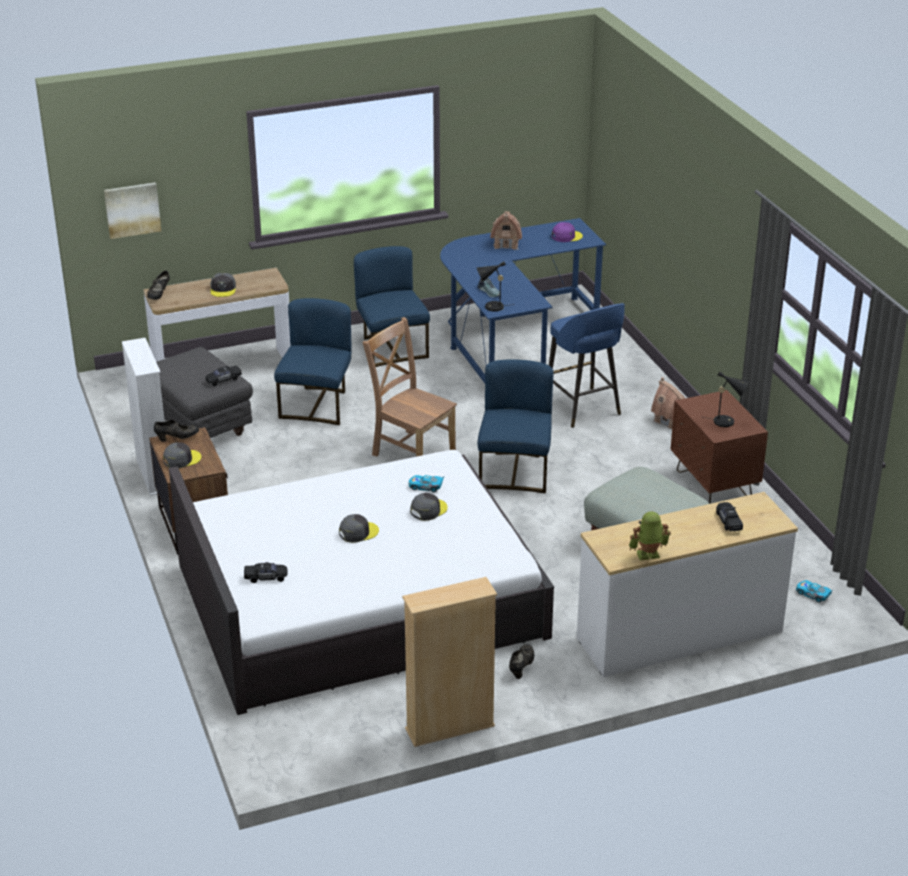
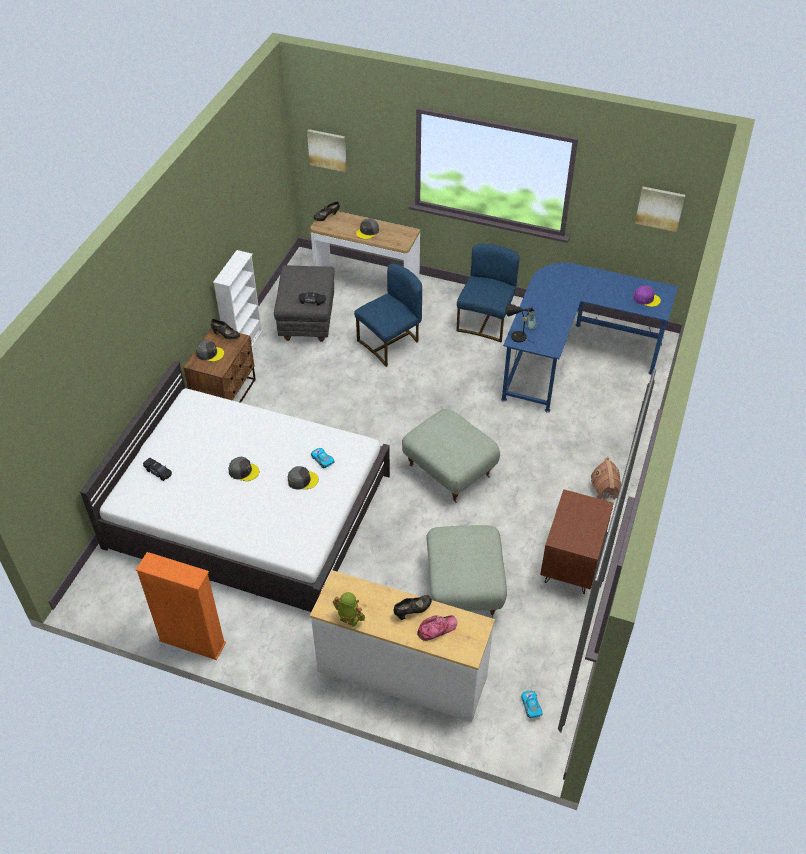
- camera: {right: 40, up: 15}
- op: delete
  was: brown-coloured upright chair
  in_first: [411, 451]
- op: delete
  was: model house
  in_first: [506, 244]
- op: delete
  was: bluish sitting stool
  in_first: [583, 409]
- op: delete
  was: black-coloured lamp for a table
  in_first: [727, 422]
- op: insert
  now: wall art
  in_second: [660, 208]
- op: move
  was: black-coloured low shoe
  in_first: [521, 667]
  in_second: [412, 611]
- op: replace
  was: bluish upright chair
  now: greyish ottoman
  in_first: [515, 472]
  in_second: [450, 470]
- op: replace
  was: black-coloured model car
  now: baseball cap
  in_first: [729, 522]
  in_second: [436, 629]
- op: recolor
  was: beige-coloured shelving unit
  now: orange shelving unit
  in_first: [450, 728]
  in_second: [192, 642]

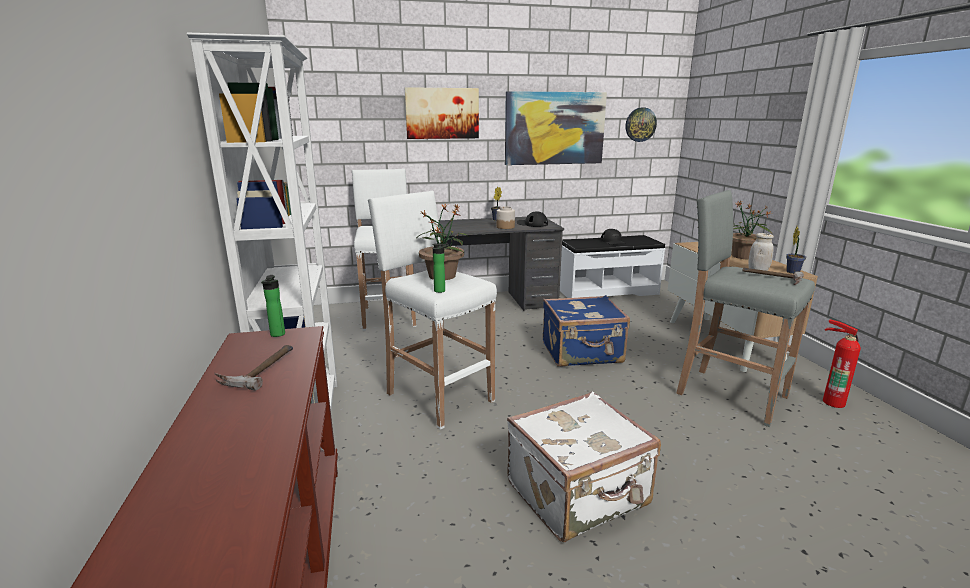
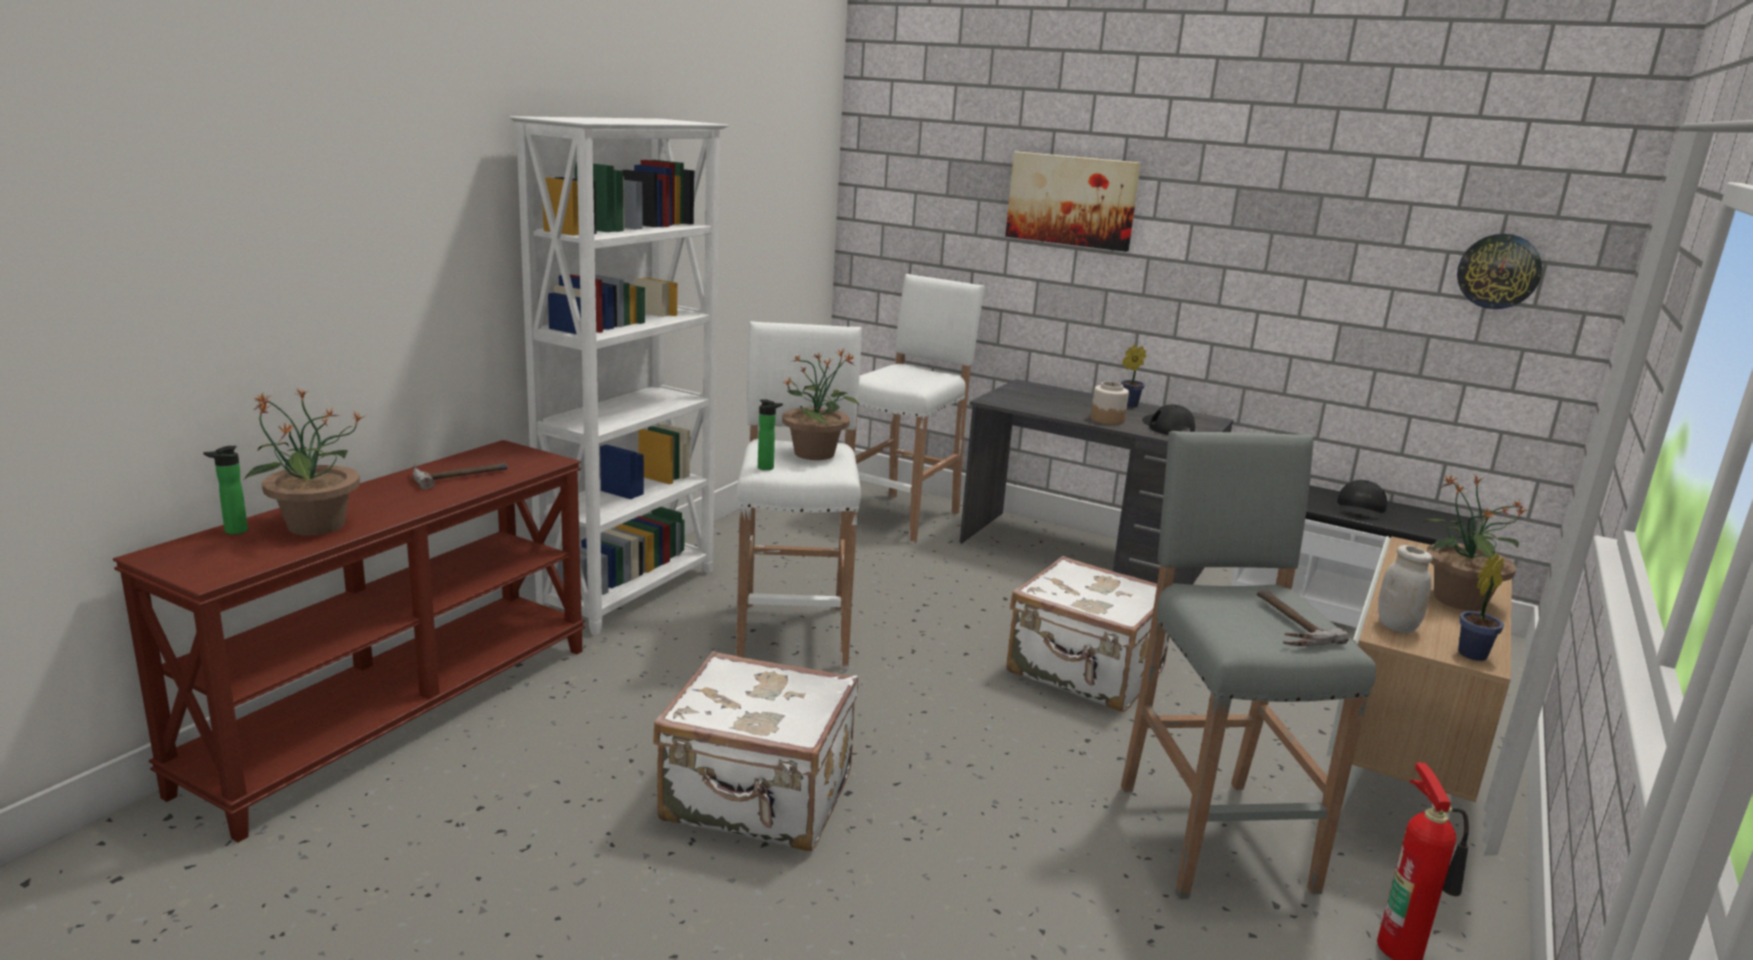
- camera: {right: 40, up: 0}
- op: delete
  was: wall art
  in_first: [554, 128]
- op: insert
  now: plant in a pot
  in_second: [314, 526]
- op: move
  was: beverage bottle
  in_first: [277, 335]
  in_second: [232, 532]
- op: recolor
  was: bluish suitcase
  now: white suitcase
  in_first: [582, 353]
  in_second: [1085, 673]

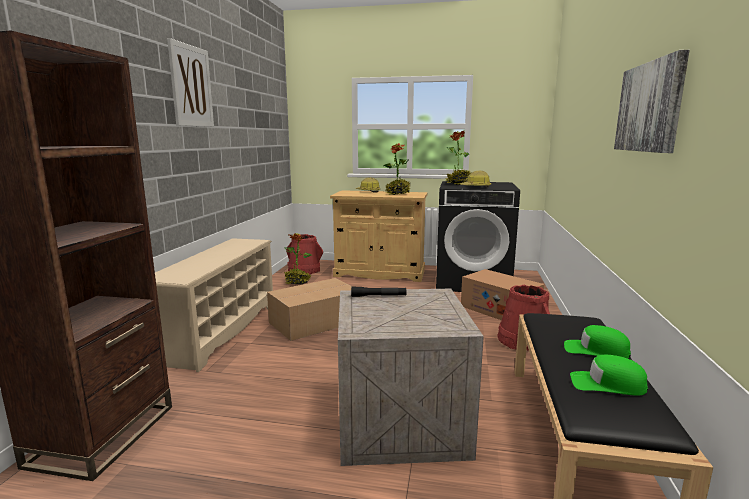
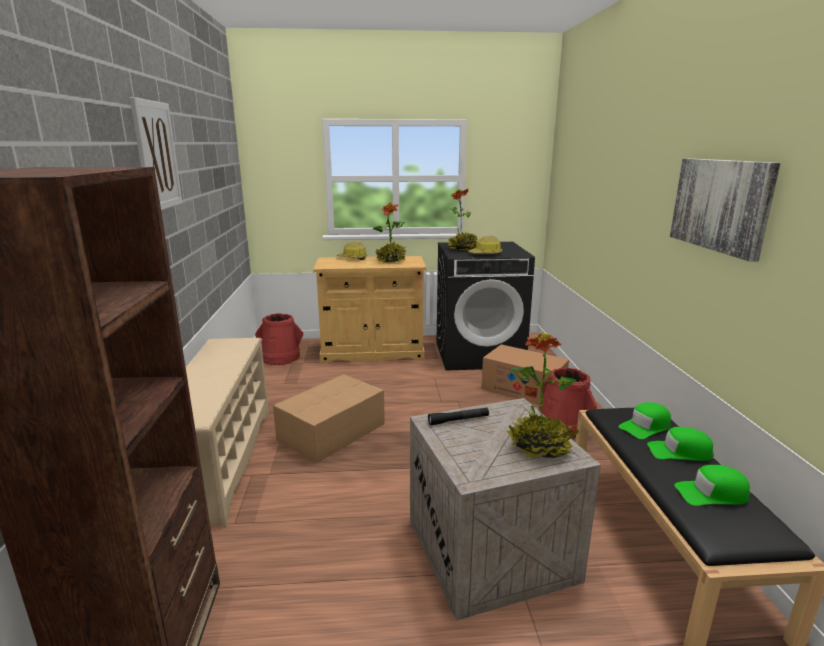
- camera: {right: -15, up: 5}
- op: insert
  now: green baseball cap
  in_second: [645, 427]
- op: move
  was: plant in a pot
  in_first: [297, 282]
  in_second: [540, 447]

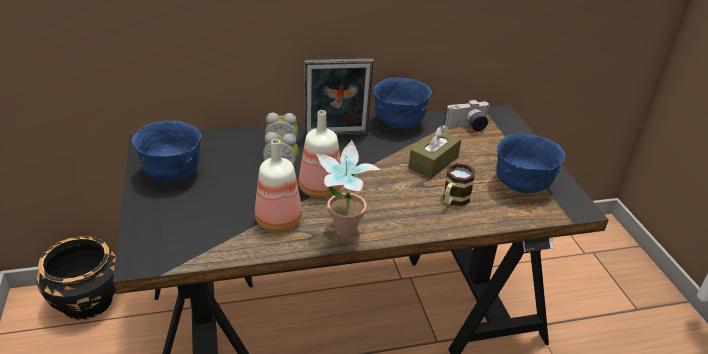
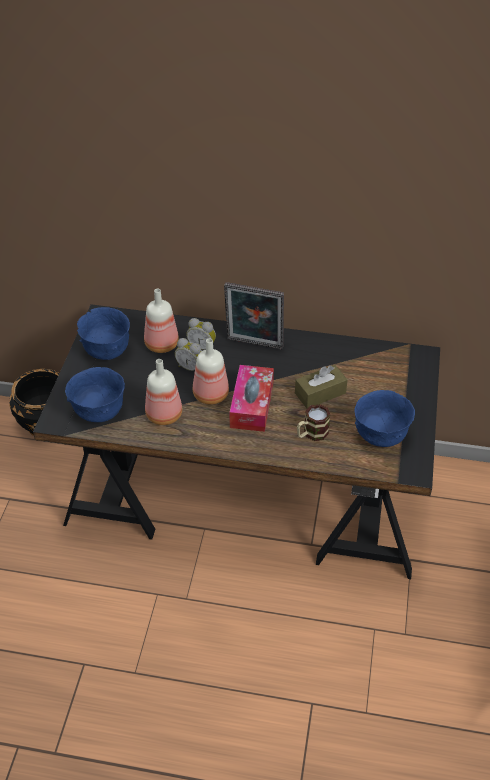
- camera: {right: 25, up: 10}
- op: delete
  was: plant in a pot
  in_first: [343, 236]
- op: delete
  was: photo camera
  in_first: [467, 127]
- op: insert
  now: beverage bottle
  in_second: [160, 344]
- op: insert
  now: tissue holder
  in_second: [252, 405]
- op: move
  was: bluish serving bowl
  in_first: [399, 123]
  in_second: [99, 412]

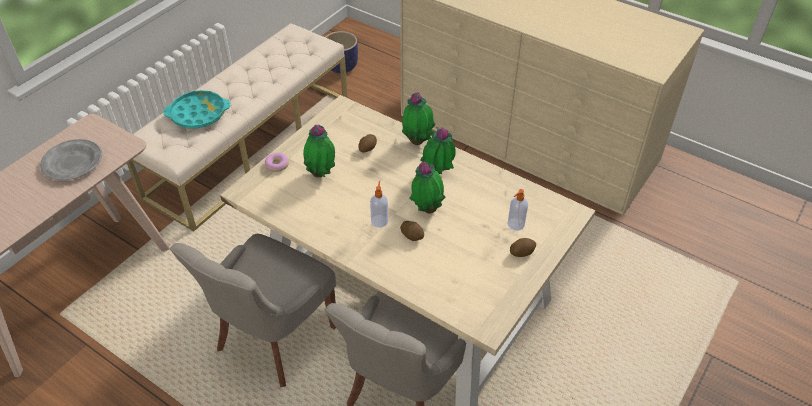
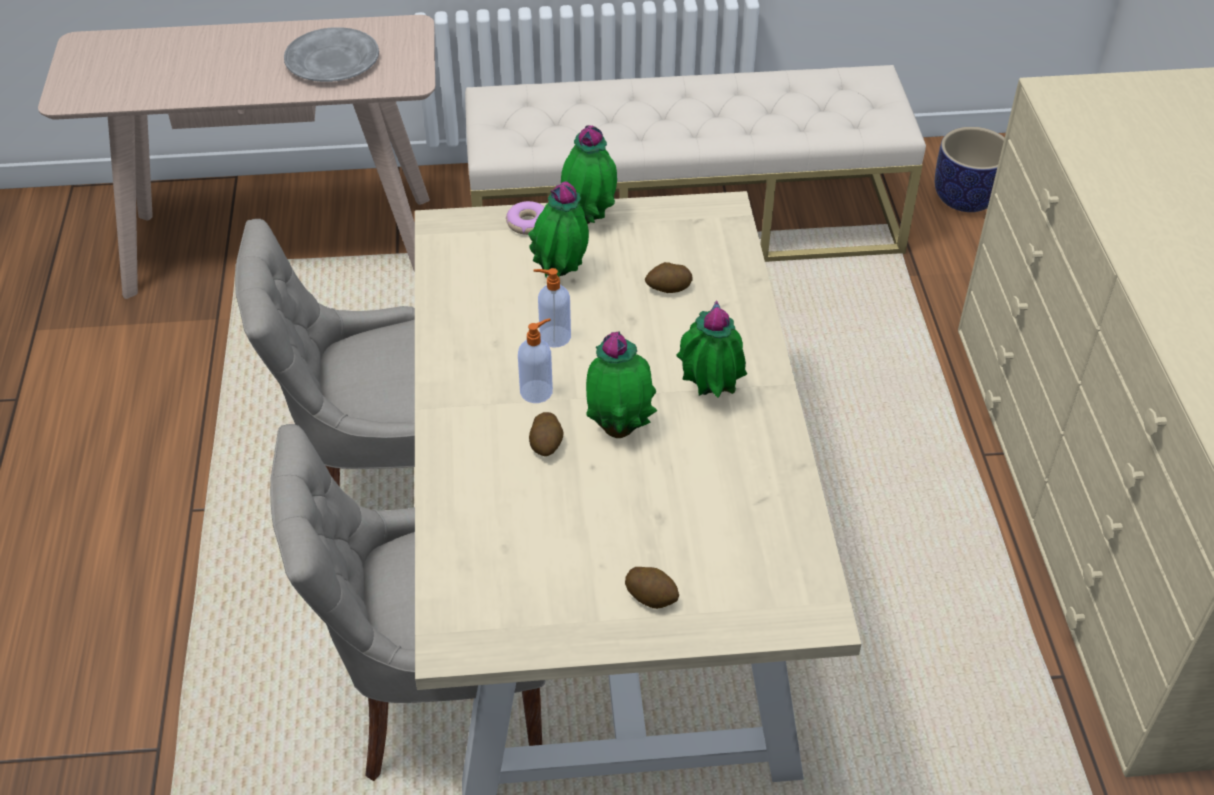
- camera: {right: 50, up: 0}
- op: delete
  was: blue-green tray
  in_first: [198, 114]
- op: move
  was: plant in a pot
  in_first: [418, 141]
  in_second: [589, 219]
- op: move
  was: soap bottle
  in_first: [515, 224]
  in_second: [553, 336]

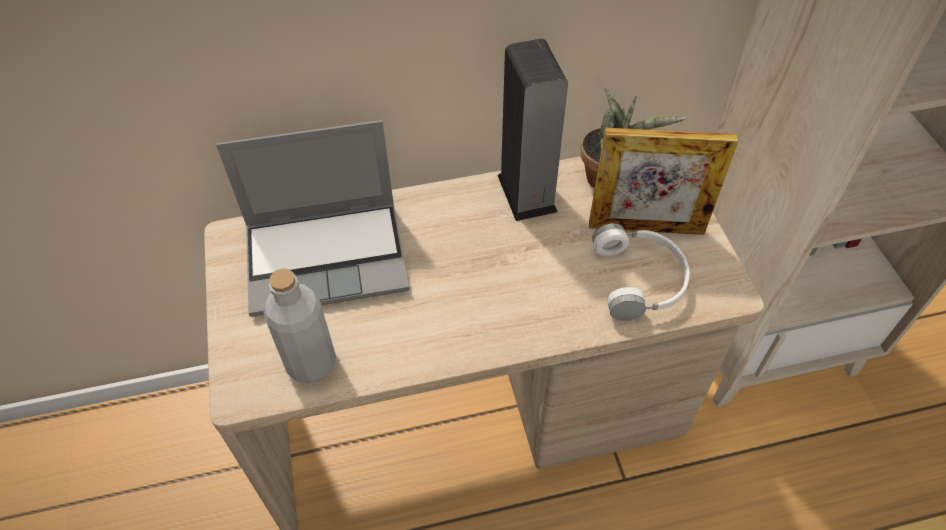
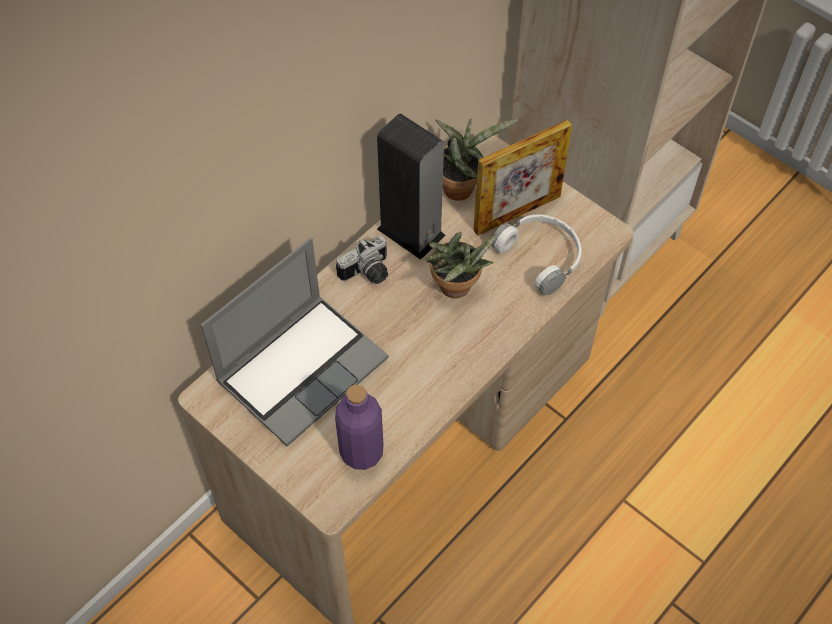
- camera: {right: -35, up: 5}
- op: insert
  now: photo camera
  in_second: [368, 274]
- op: insert
  now: plant in a pot
  in_second: [456, 290]
- op: recolor
  was: greyish beverage bottle
  now: purple beverage bottle
  in_first: [311, 363]
  in_second: [361, 452]

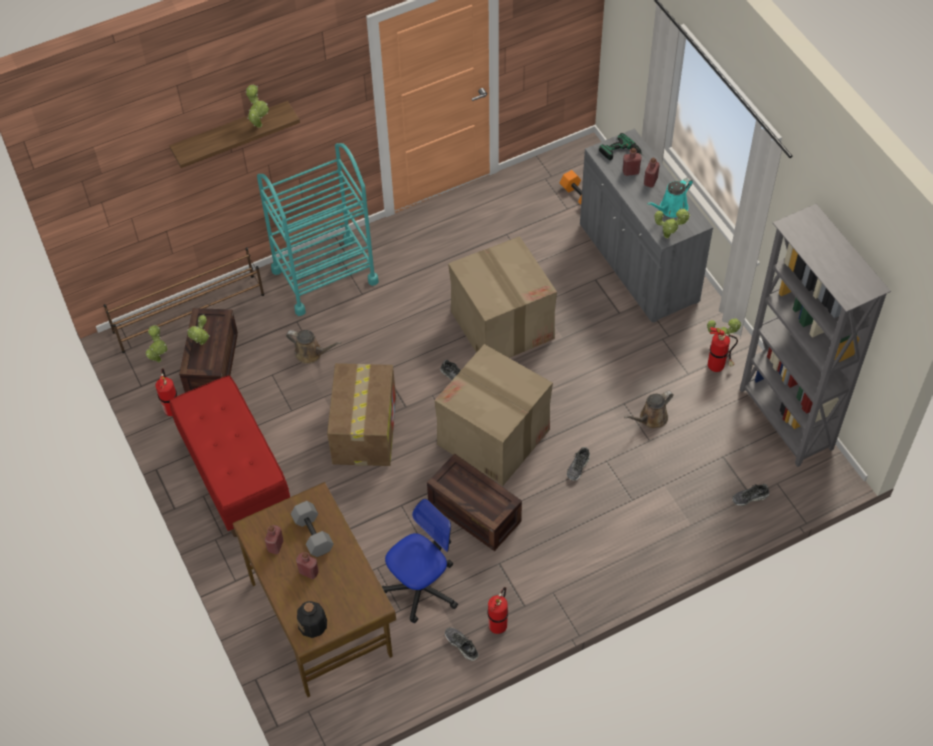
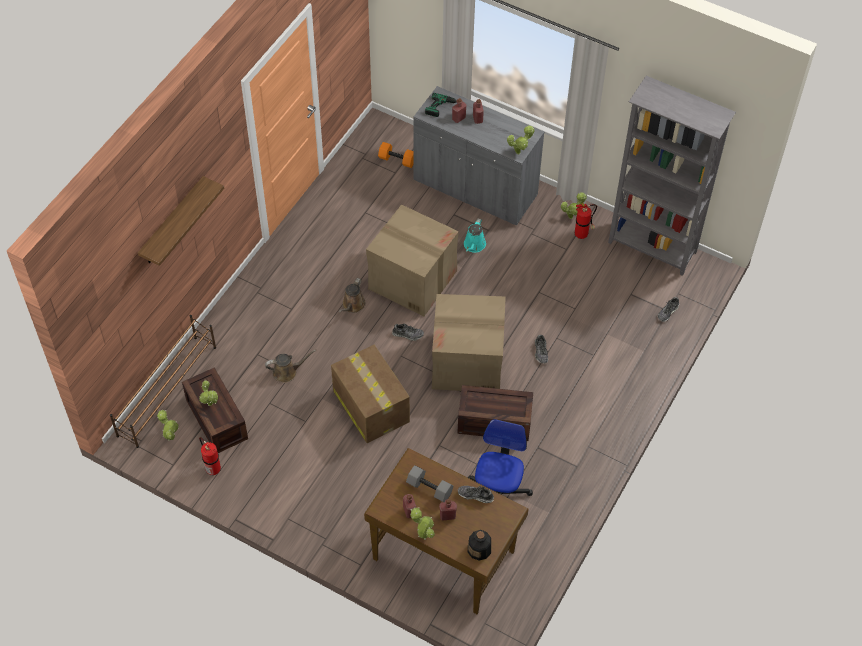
- camera: {right: -35, up: 0}
- op: delete
  was: reddish bench
  in_first: [234, 473]
- op: delete
  was: blue-green trolley
  in_first: [324, 276]
- op: delete
  was: extinguisher
  in_first: [498, 624]
- op: move
  was: plant in a pot
  in_first: [258, 124]
  in_second: [423, 535]
- op: move
  was: low shoe
  in_first: [461, 645]
  in_second: [475, 495]
- op: move
  was: brown-coloured watering can
  in_first: [651, 419]
  in_second: [352, 305]
- op: move
  was: blue-green watering can
  in_first: [671, 209]
  in_second: [474, 245]

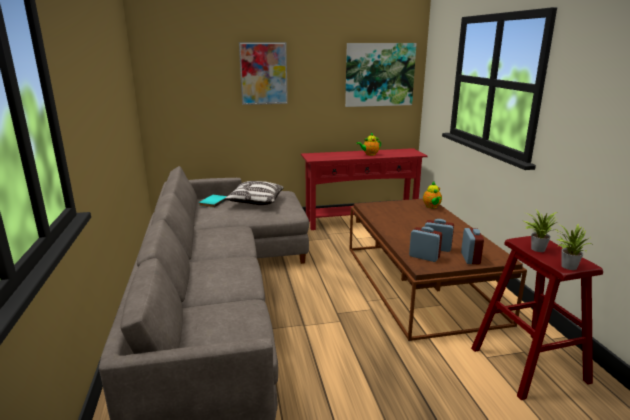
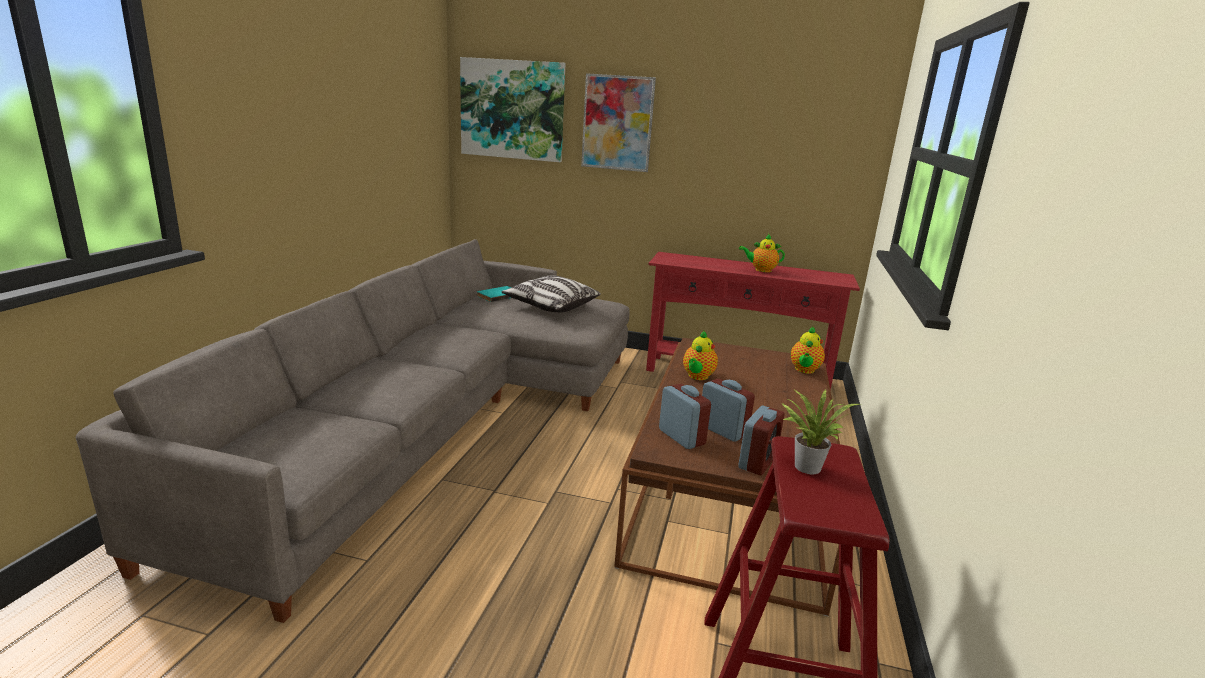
- camera: {right: 25, up: 0}
- op: delete
  was: plant in a pot
  in_first: [566, 266]
- op: insert
  now: tea pot
  in_second: [697, 377]
- op: move
  was: wall art
  in_first: [379, 74]
  in_second: [512, 110]

